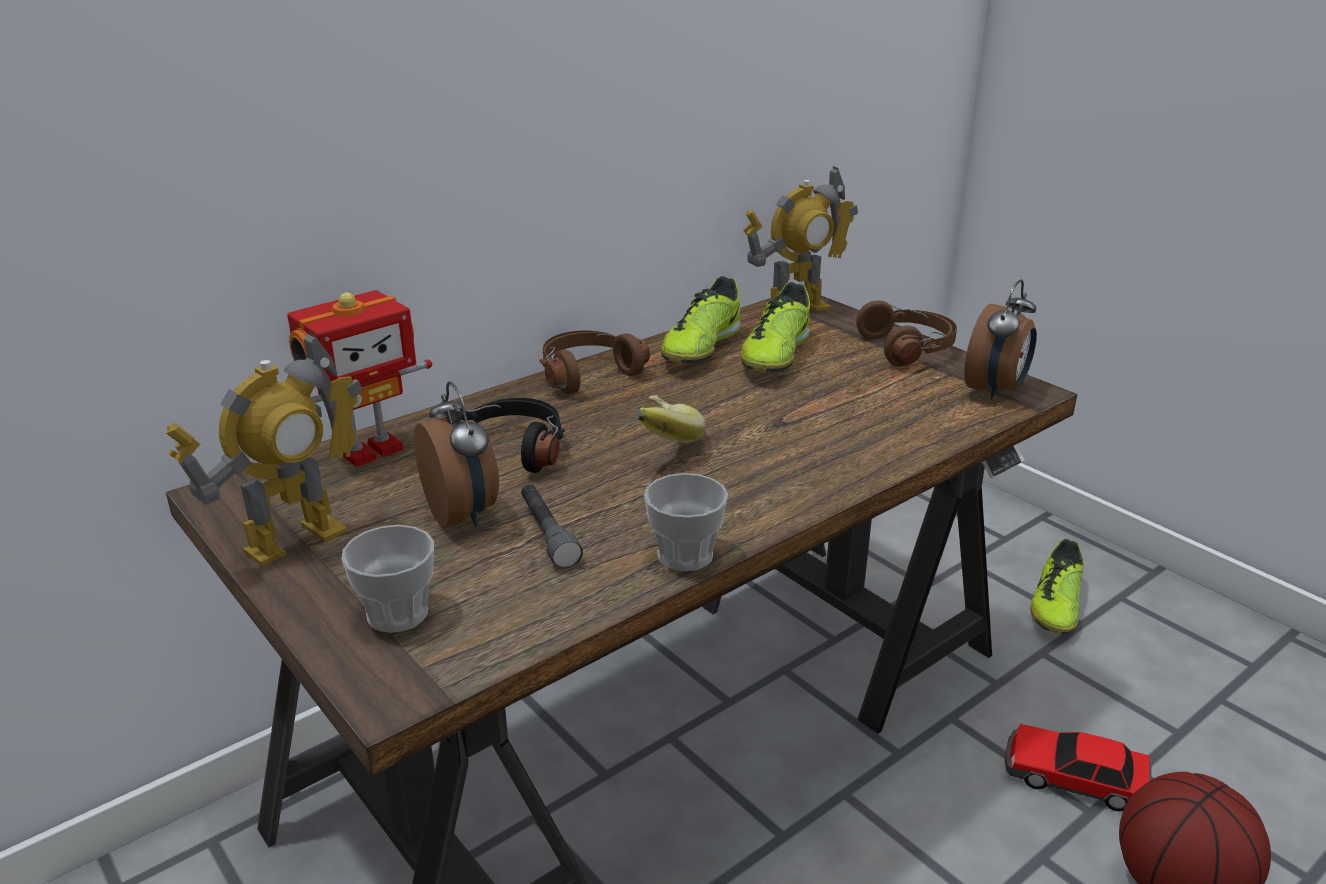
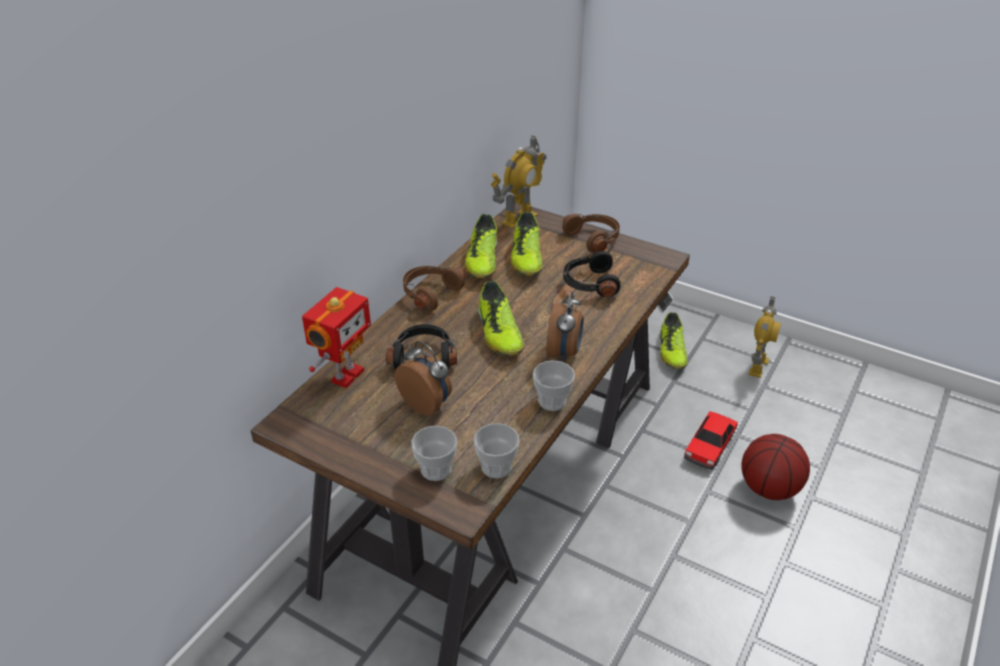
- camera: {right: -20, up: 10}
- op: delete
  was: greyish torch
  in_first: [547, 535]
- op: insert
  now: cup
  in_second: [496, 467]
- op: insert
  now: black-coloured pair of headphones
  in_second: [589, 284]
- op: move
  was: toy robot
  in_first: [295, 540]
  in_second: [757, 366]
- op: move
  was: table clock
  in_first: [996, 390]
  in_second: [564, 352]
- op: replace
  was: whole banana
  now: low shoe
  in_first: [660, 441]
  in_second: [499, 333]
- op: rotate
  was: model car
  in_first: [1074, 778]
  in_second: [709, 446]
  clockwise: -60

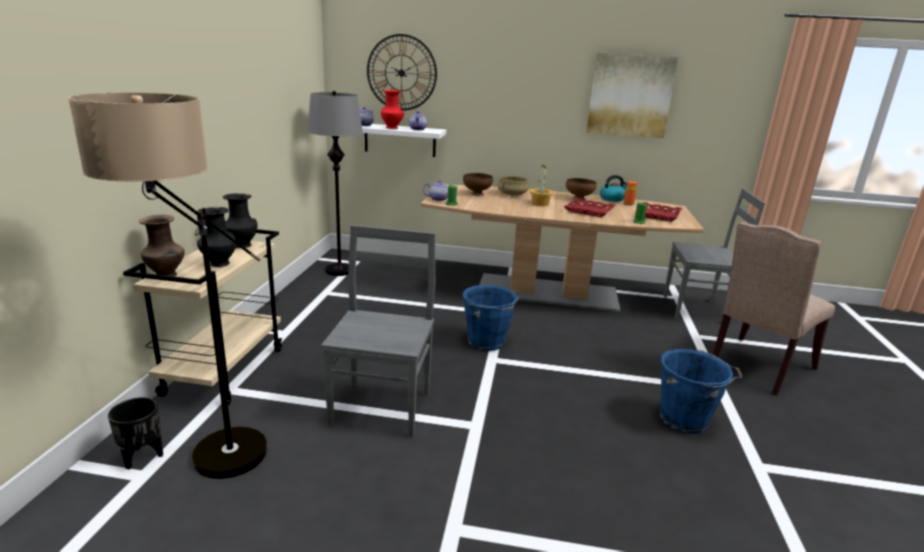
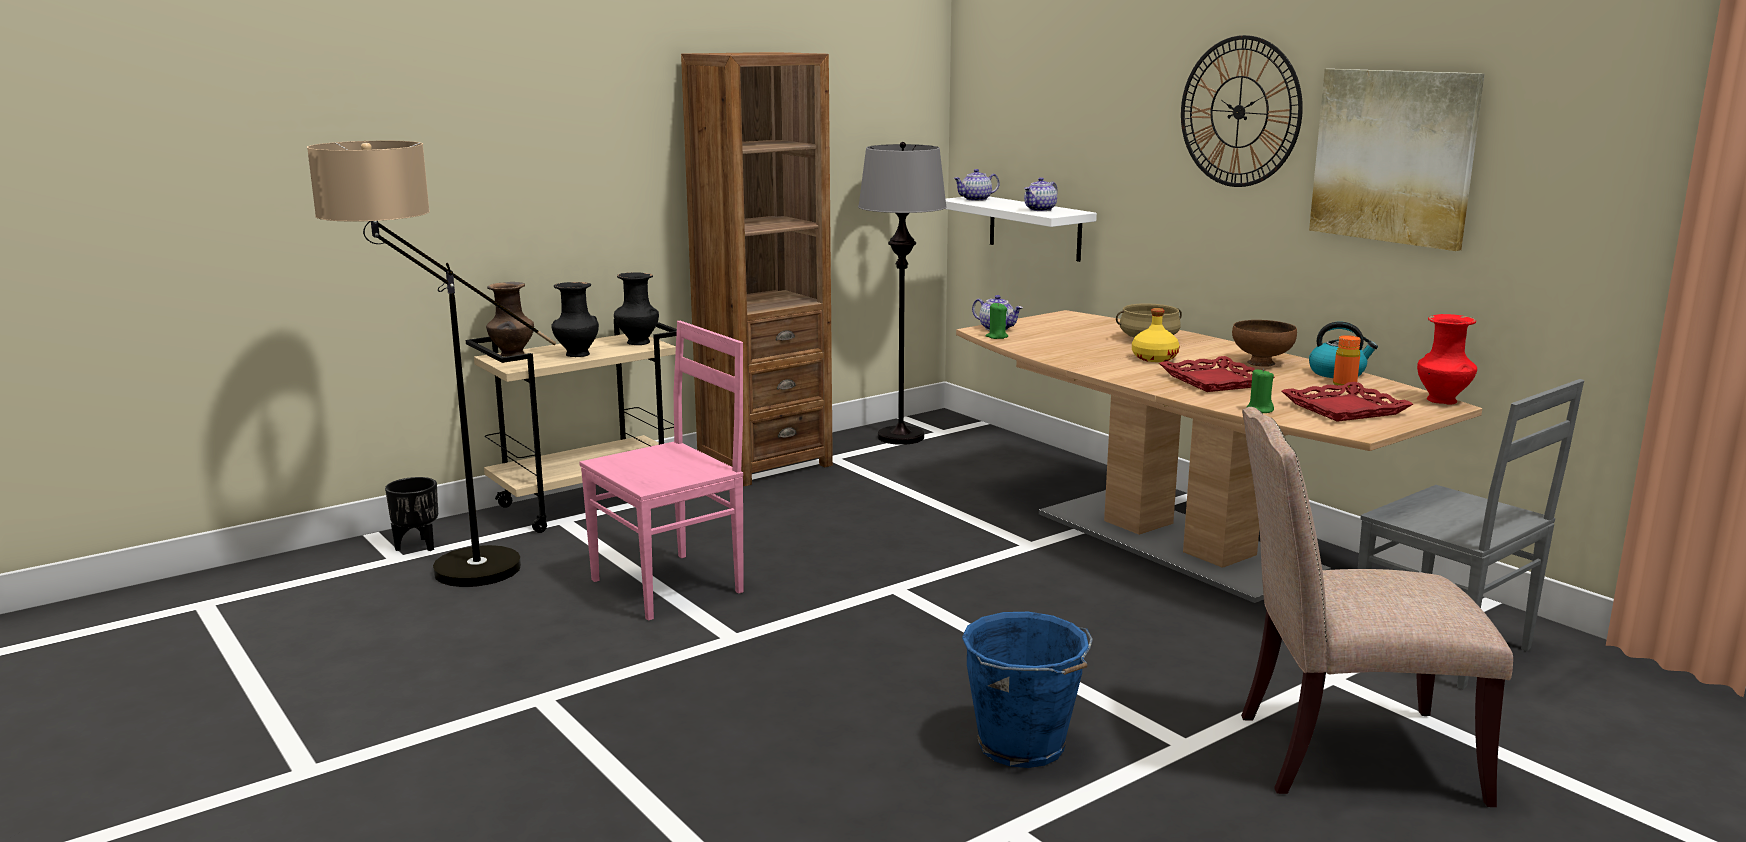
- camera: {right: 45, up: -5}
- op: delete
  was: brown-coloured serving bowl
  in_first: [477, 194]
- op: delete
  was: bluish bucket
  in_first: [487, 342]
- op: insert
  now: brown-coloured shelving unit
  in_second: [764, 464]
- op: move
  was: wall clock
  in_first: [401, 73]
  in_second: [1239, 112]
- op: move
  was: reddish decorative vase
  in_first: [392, 128]
  in_second: [1443, 401]
- op: replace
  was: plant in a pot
  now: yellow beverage bottle
  in_first: [540, 204]
  in_second: [1154, 358]
- op: recolor
  was: greyish upright chair
  now: pinkish upright chair
  in_first: [382, 406]
  in_second: [671, 585]

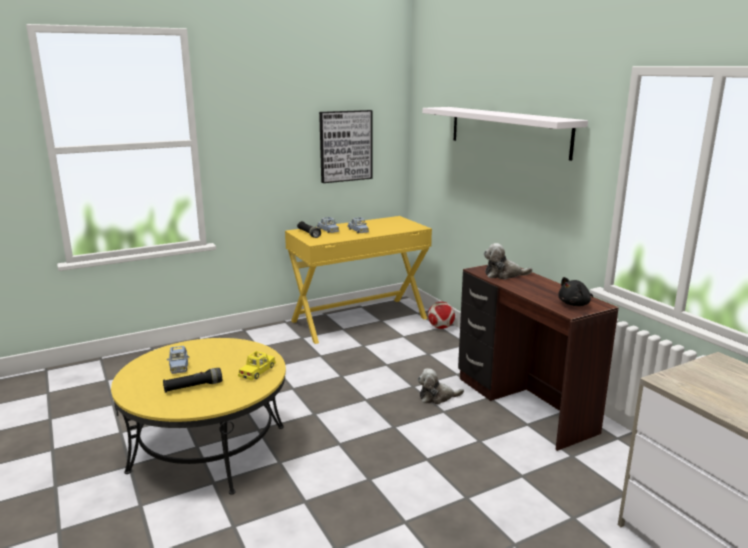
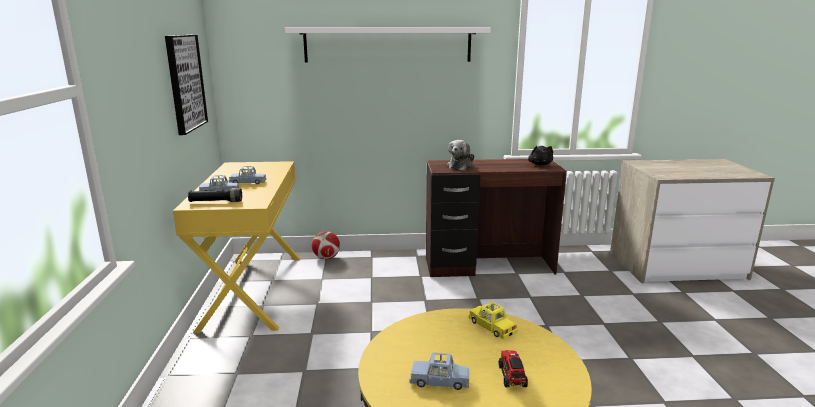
- camera: {right: -65, up: 0}
- op: delete
  was: plush toy
  in_first: [437, 397]
- op: replace
  was: black-coloured torch
  now: toy truck
  in_first: [193, 387]
  in_second: [512, 375]

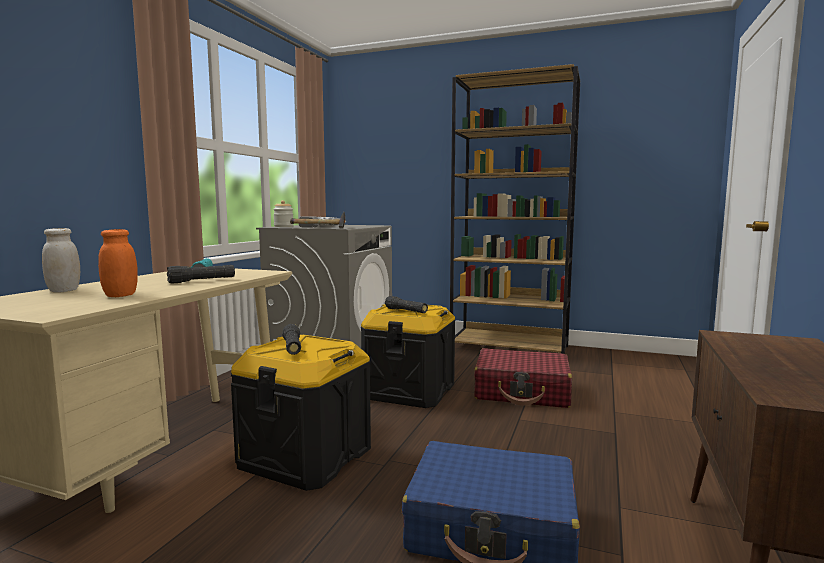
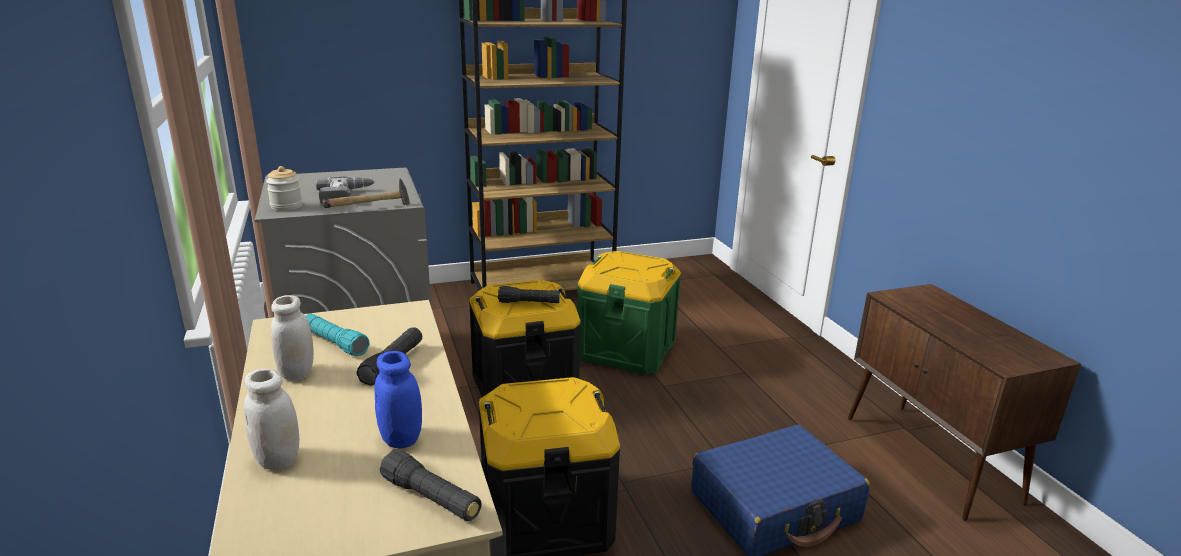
- camera: {right: -40, up: 15}
- op: insert
  now: white storage jar
  in_second: [297, 373]
- op: move
  was: black-coloured torch
  in_first: [292, 348]
  in_second: [431, 498]
- op: replace
  was: reddish suitcase
  now: green storage bin
  in_first: [522, 392]
  in_second: [626, 349]
- op: recolor
  was: orange storage jar
  now: bluish storage jar
  in_first: [120, 295]
  in_second: [401, 439]

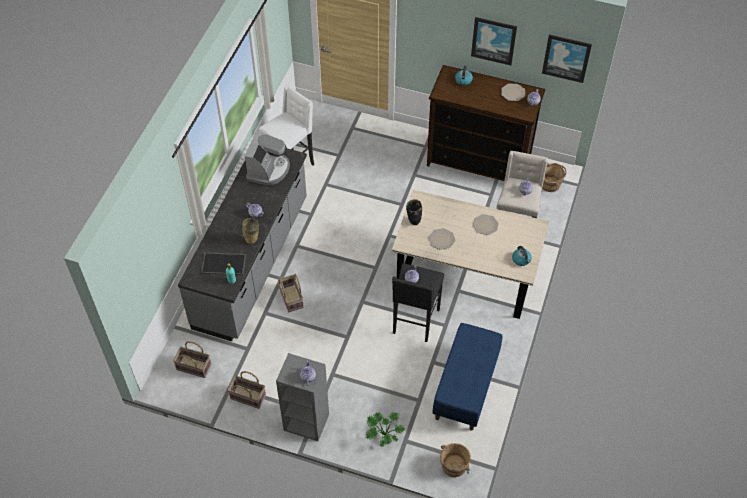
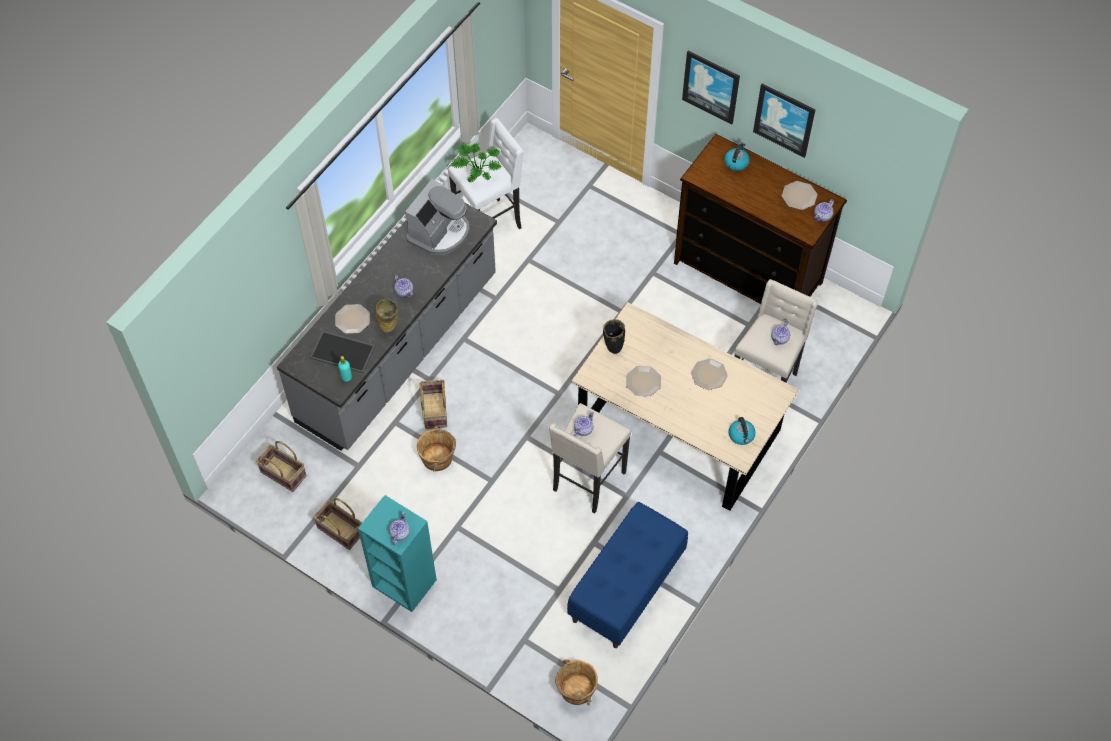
- camera: {right: 15, up: 5}
- op: insert
  now: plate
  in_second: [352, 319]
- op: move
  was: plant in a pot
  in_first: [383, 435]
  in_second: [477, 173]
- op: move
  was: wall art
  in_first: [566, 58]
  in_second: [711, 86]
- op: move
  was: brown-coloured bucket
  in_first: [550, 184]
  in_second: [438, 458]
- op: recolor
  was: greyish shelving unit
  now: blue-green shelving unit
  in_first: [305, 422]
  in_second: [403, 583]
- op: recolor
  was: black-coloured sitting stool
  now: beige-coloured sitting stool
  in_first: [415, 322]
  in_second: [587, 482]

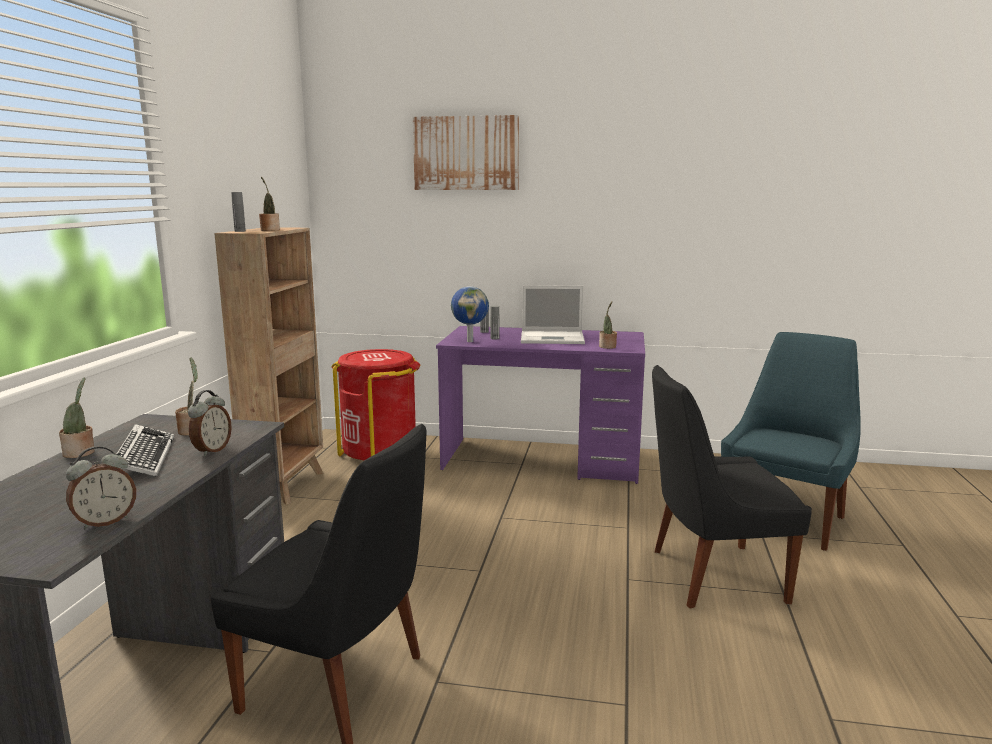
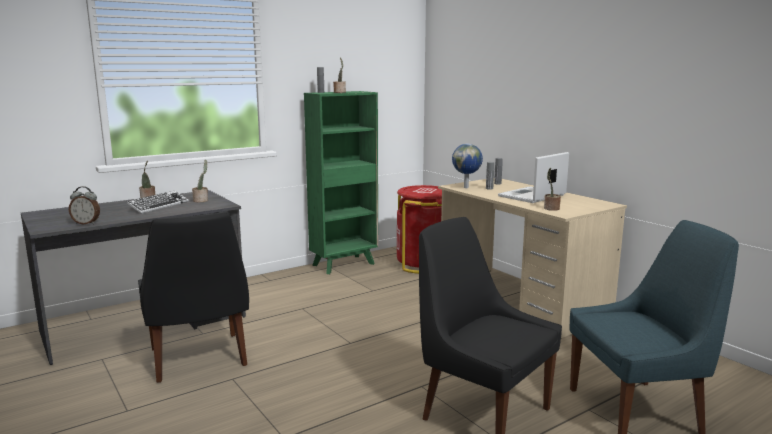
- camera: {right: 45, up: 0}
- op: delete
  was: table clock
  in_first: [211, 450]
- op: delete
  was: wall art
  in_first: [466, 153]
- op: recolor
  was: brown-coloured shelving unit
  now: green shelving unit
  in_first: [285, 485]
  in_second: [344, 264]
- op: recolor
  was: purple desk
  now: beige-coloured desk
  in_first: [542, 461]
  in_second: [520, 300]
- op: rotate
  was: notebook computer
  in_first: [553, 338]
  in_second: [531, 196]
  clockwise: 90

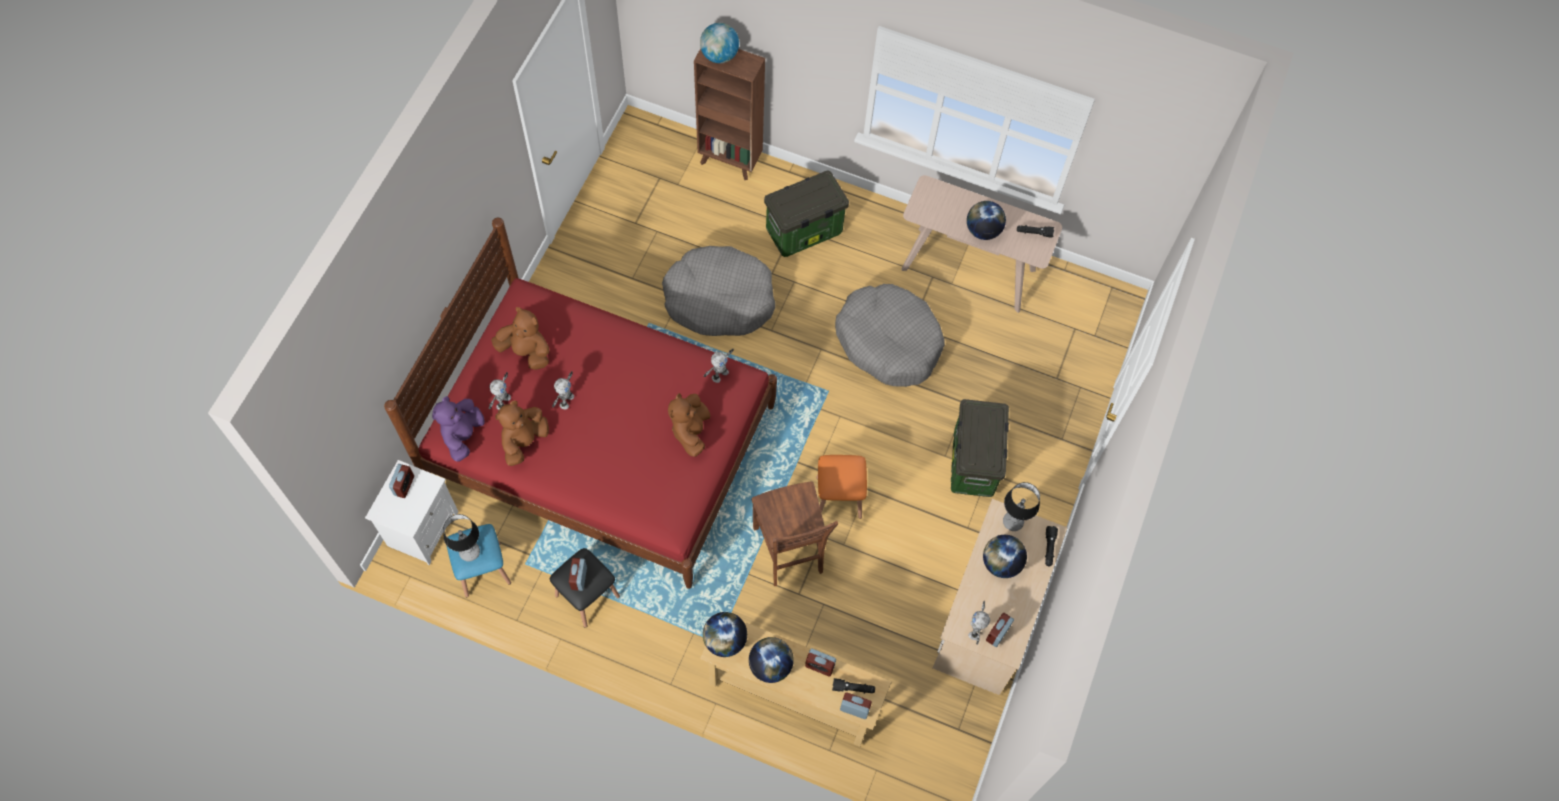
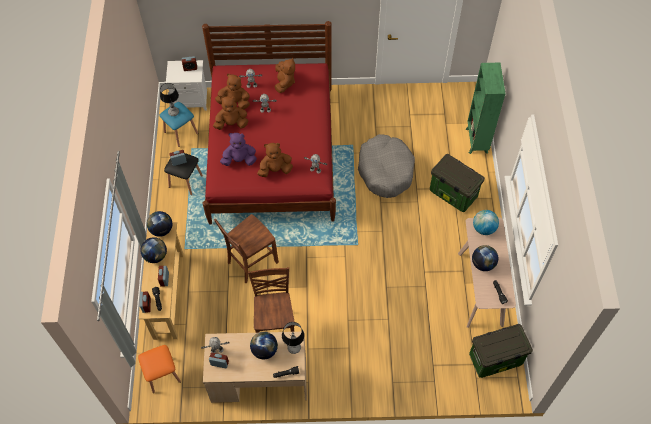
- camera: {right: 70, up: -5}
- op: delete
  was: greyish dog cushion
  in_first: [888, 341]
- op: insert
  now: brown-coloured plush toy
  in_second: [231, 124]
- op: insert
  now: brown-coloured upright chair
  in_second: [275, 328]
- op: move
  was: purple plush toy
  in_first: [463, 435]
  in_second: [239, 160]
- op: move
  was: desk globe
  in_first: [719, 55]
  in_second: [483, 228]
- op: move
  was: orange sitting stool
  in_first: [838, 497]
  in_second: [162, 374]
- op: move
  was: storage bin
  in_first: [974, 464]
  in_second: [495, 360]
- op: recolor
  was: brown-coloured shelving unit
  now: green shelving unit
  in_first: [730, 161]
  in_second: [476, 141]

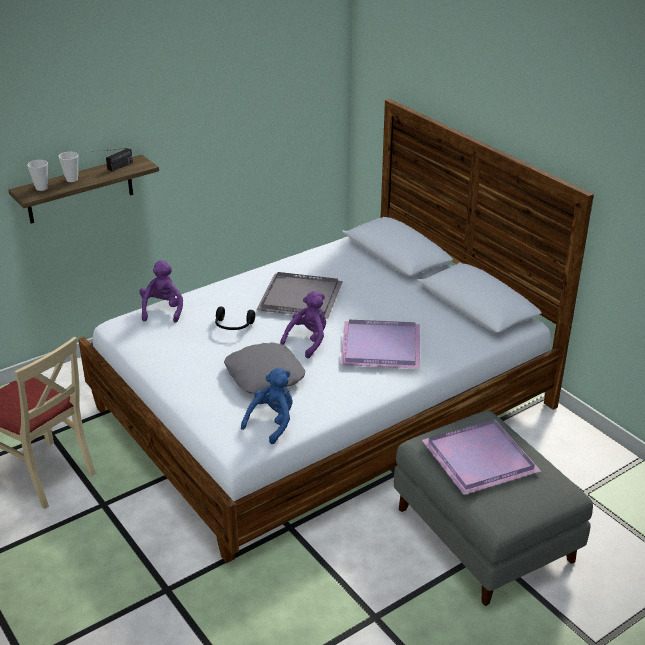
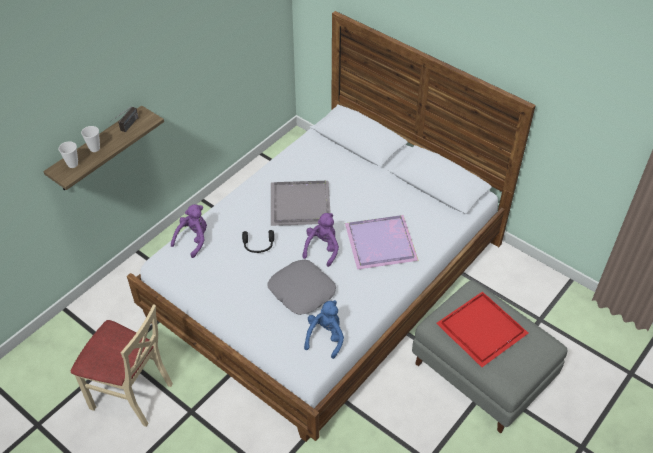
- camera: {right: -15, up: 15}
- op: recolor
  was: purple tray
  now: reddish tray
  in_first: [479, 460]
  in_second: [481, 331]
- op: rotate
  was: purple plush toy
  in_first: [163, 310]
  in_second: [193, 239]
  clockwise: 45

